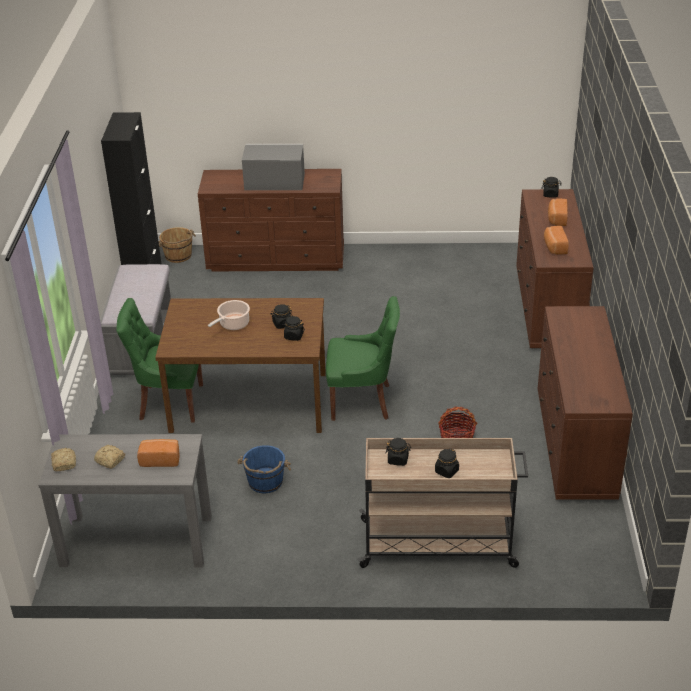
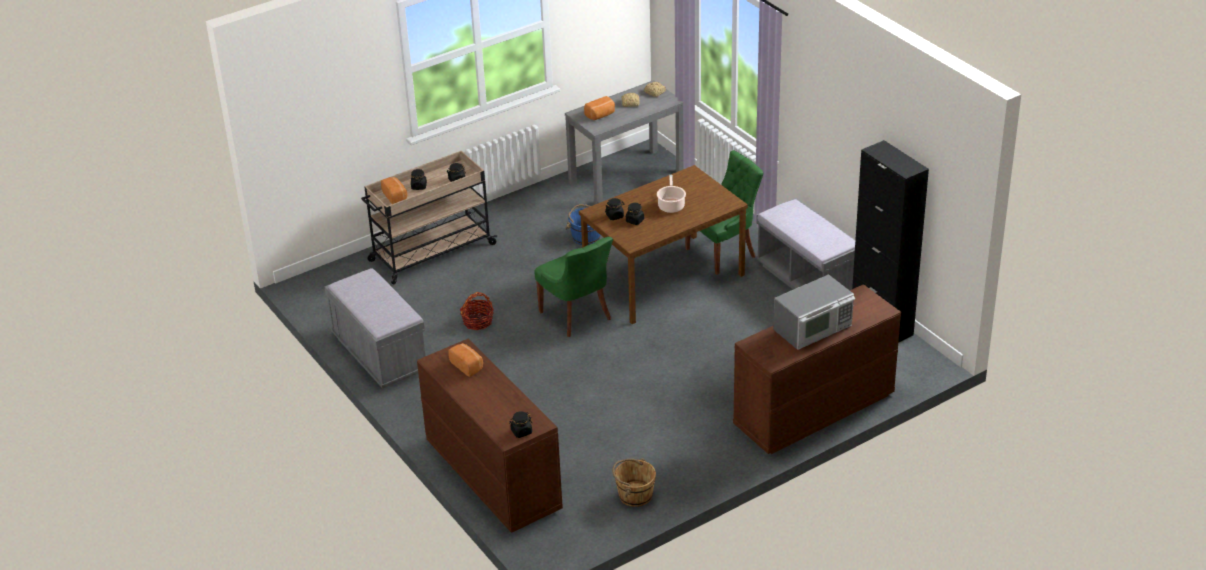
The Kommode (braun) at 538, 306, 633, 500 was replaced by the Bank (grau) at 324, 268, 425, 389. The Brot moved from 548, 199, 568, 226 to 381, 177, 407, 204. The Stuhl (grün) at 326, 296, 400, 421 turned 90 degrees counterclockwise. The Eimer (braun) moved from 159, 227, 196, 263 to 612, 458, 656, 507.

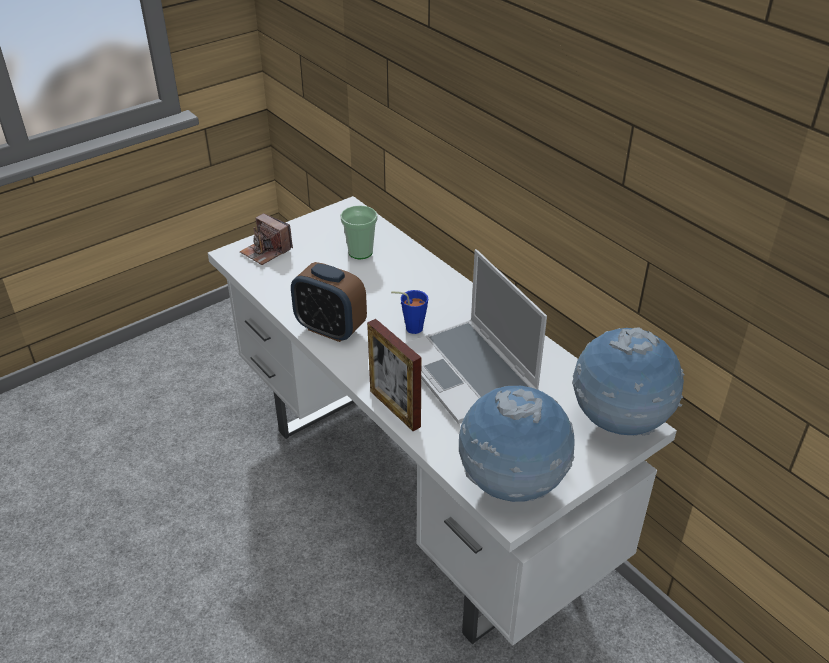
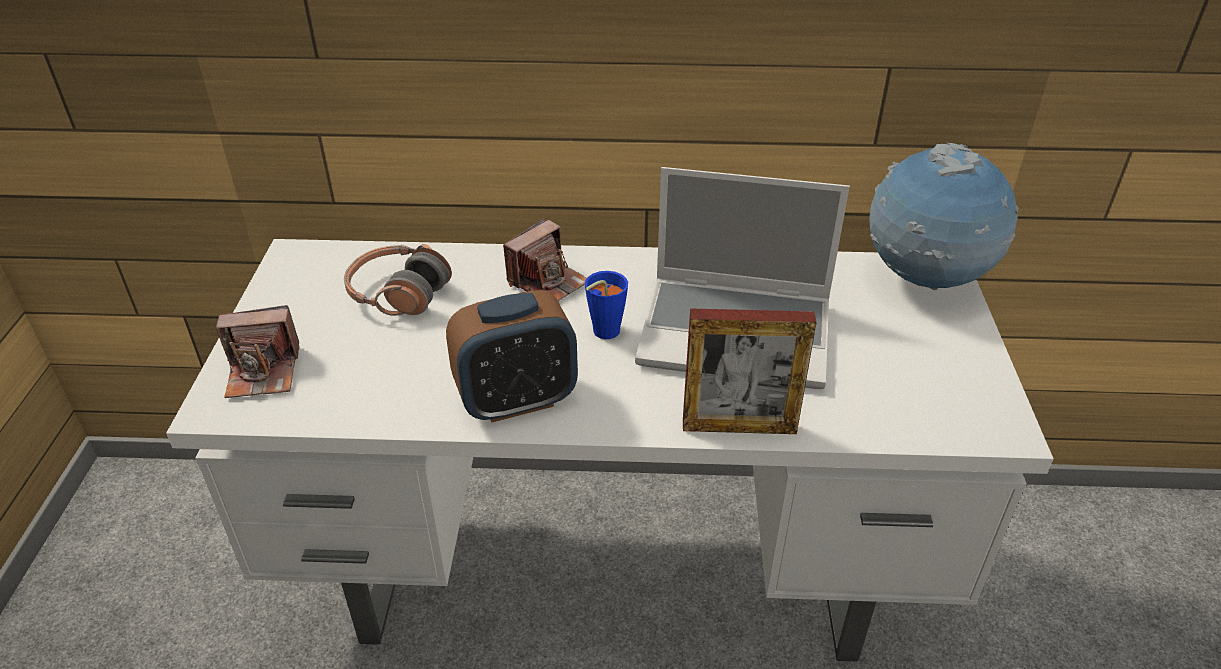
The Tasse at 340, 205, 377, 259 was replaced by the Kopfhörer at 344, 244, 452, 316. The Kamera at 503, 218, 587, 301 appeared. The Globus at 459, 386, 575, 502 disappeared.

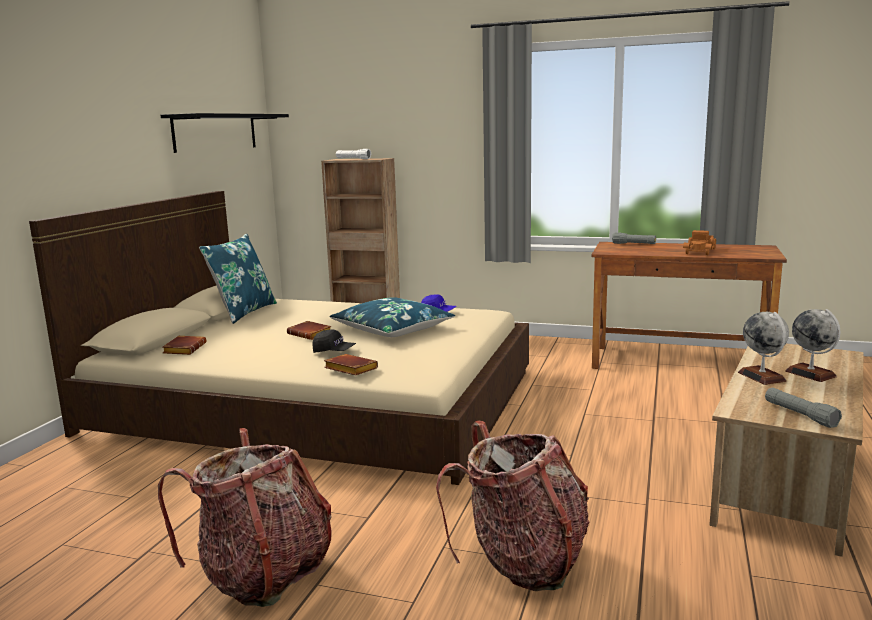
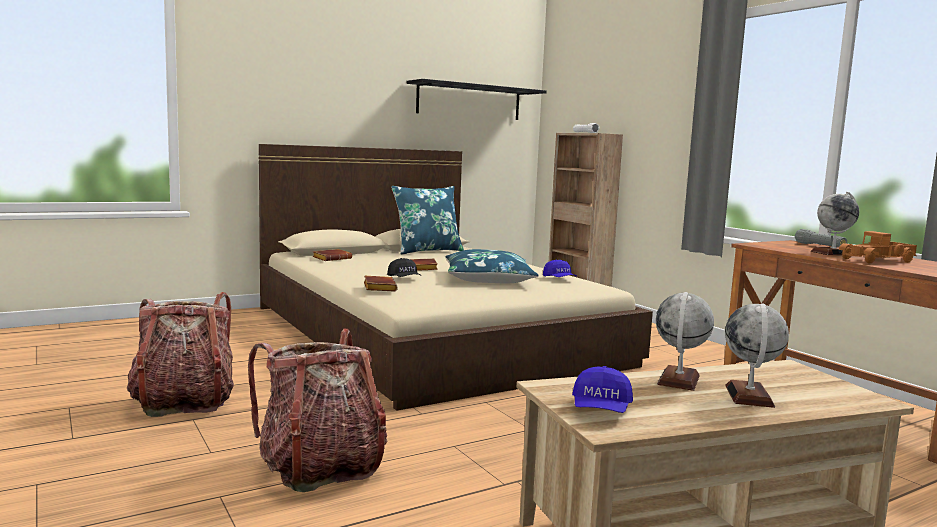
The Taschenlampe (grau) at 765, 388, 842, 428 was replaced by the Kappe (blau) at 572, 366, 633, 413. The Globus at 811, 192, 859, 255 appeared.

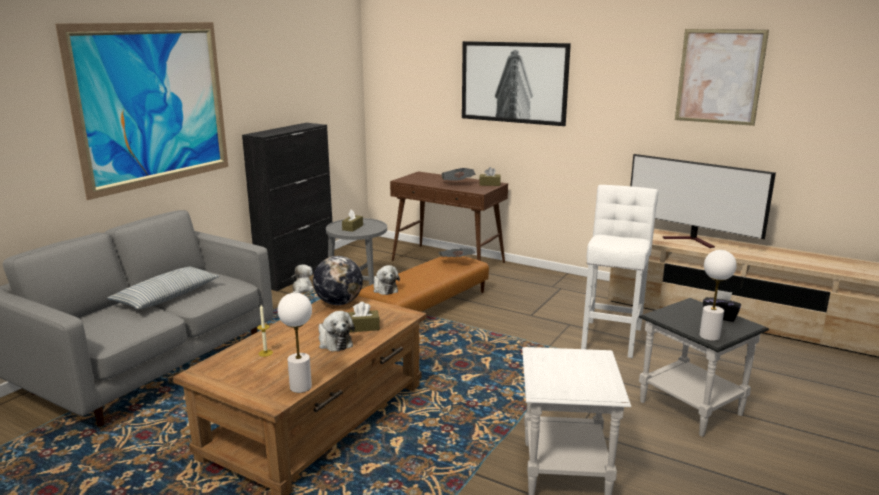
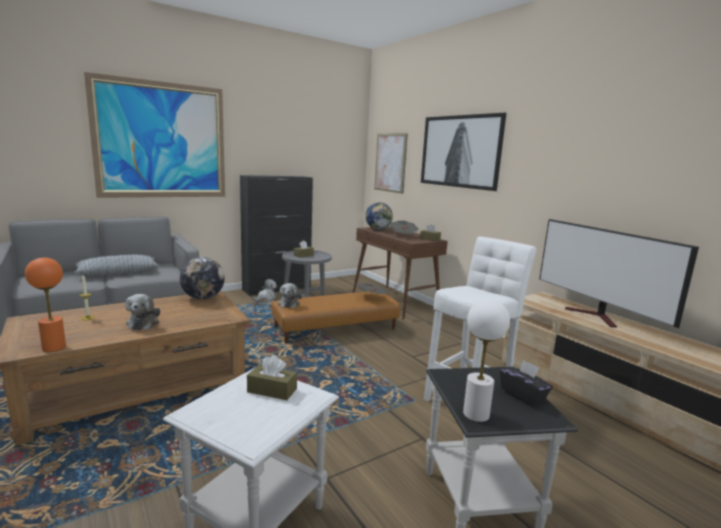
The Tischlampe (weiß) at 278, 293, 312, 393 became the Tischlampe (orange) at 25, 258, 66, 352. The Taschentuchbox (braun) moved from 348, 302, 380, 332 to 247, 356, 297, 400. The Globus at 365, 202, 393, 230 appeared. The Bild moved from 675, 29, 769, 126 to 374, 133, 408, 194.

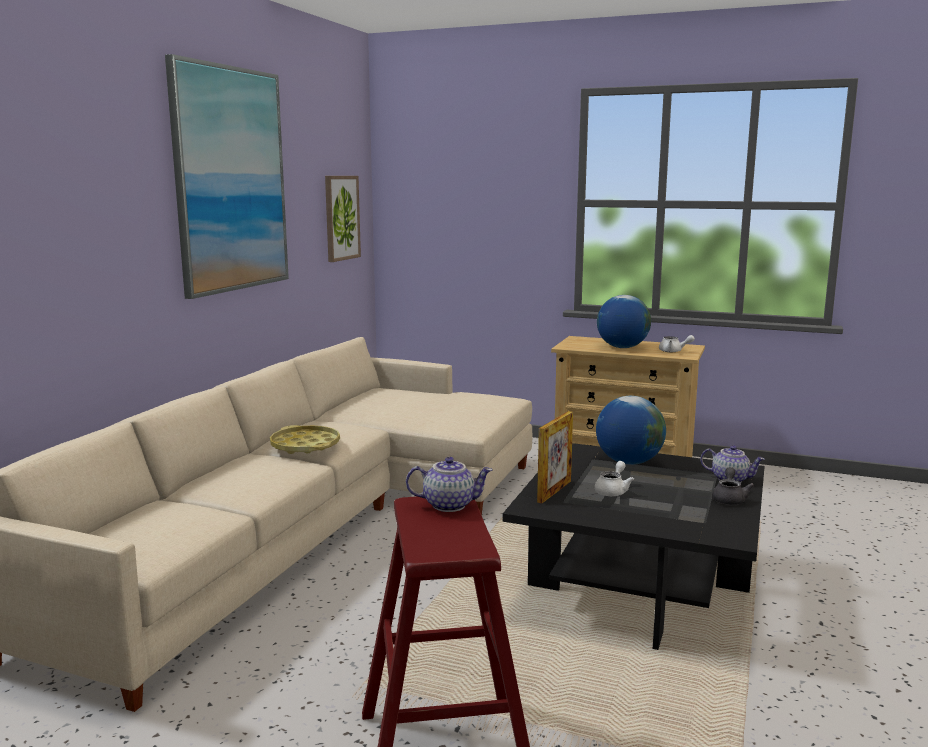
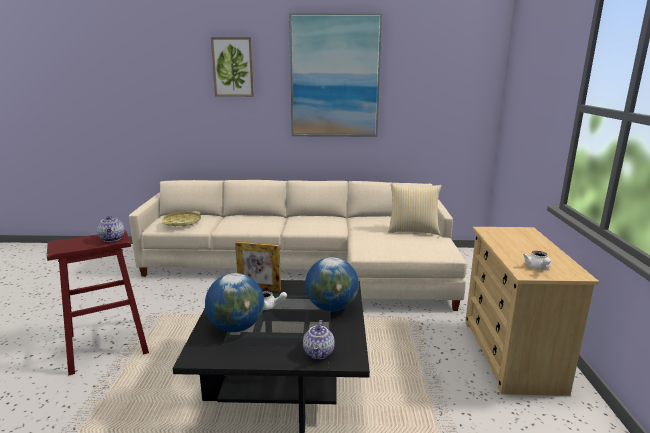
The Tablett (gelb) moved from 270, 425, 340, 454 to 162, 211, 201, 227. The Globus moved from 597, 295, 651, 348 to 205, 273, 264, 332. The Bild moved from 325, 176, 361, 262 to 211, 37, 254, 97. The Kissen at 388, 183, 442, 235 appeared. The Teekanne (grau) at 712, 467, 754, 505 disappeared.

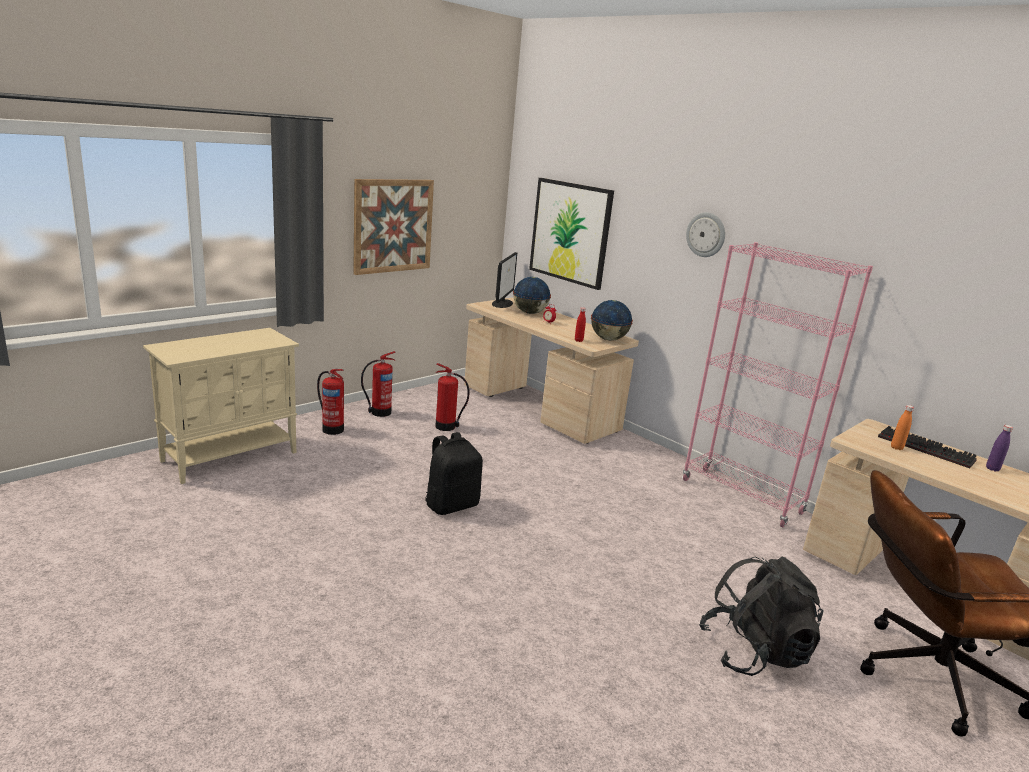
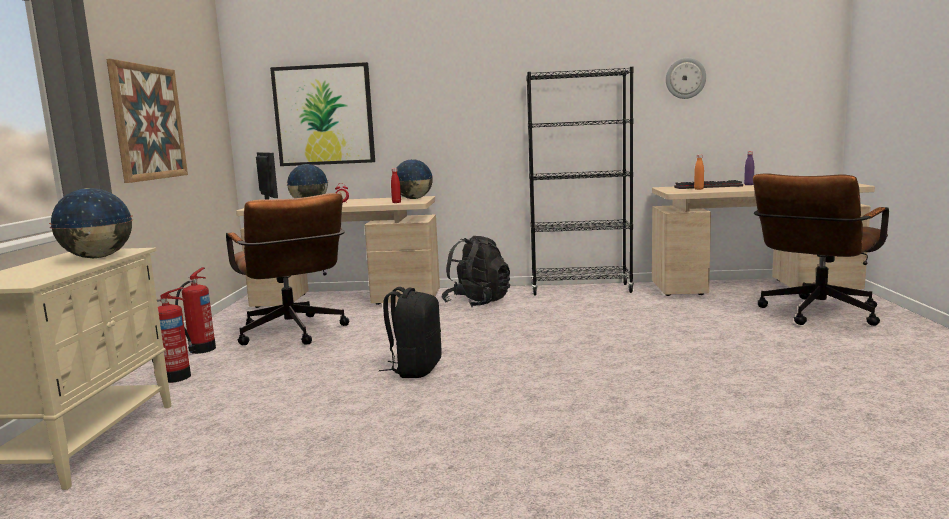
The Globus at 49, 188, 133, 258 appeared. The Feuerlöscher at 436, 363, 470, 431 was replaced by the Bürostuhl (braun) at 226, 193, 349, 345. The Rucksack (schwarz) moved from 699, 556, 824, 676 to 441, 236, 510, 307. The Bücherregal (rosa) at 682, 242, 873, 527 became the Bücherregal (schwarz) at 526, 67, 634, 296. The Wanduhr moved from 686, 212, 725, 257 to 666, 58, 706, 99.

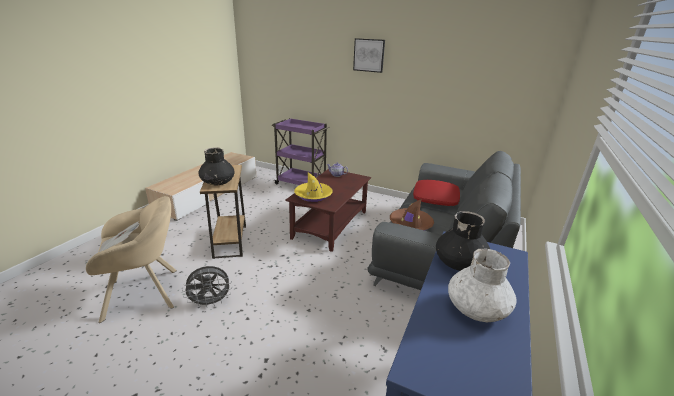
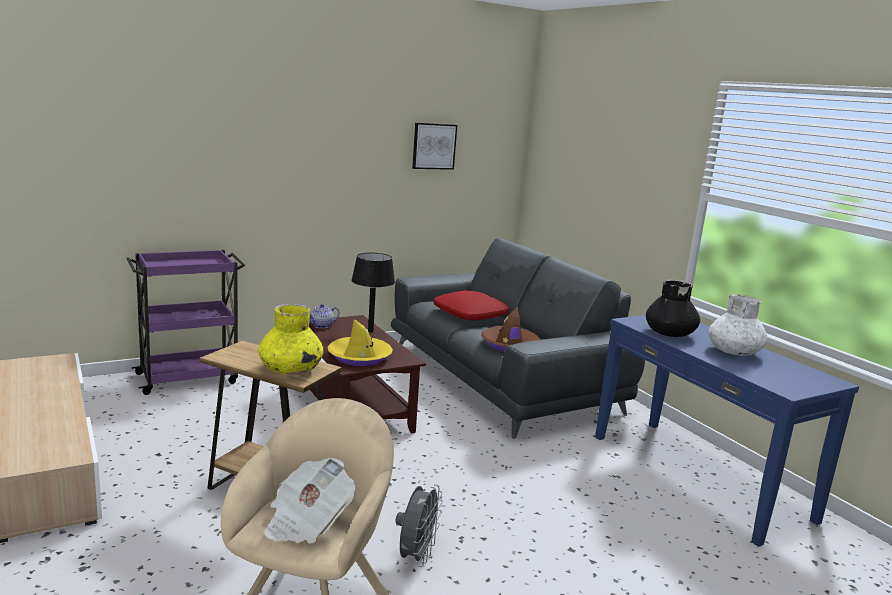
The Vase (schwarz) at 198, 147, 234, 186 became the Vase (gelb) at 258, 304, 323, 375. The Tischlampe (schwarz) at 352, 253, 395, 333 appeared. The Bild moved from 353, 38, 385, 73 to 412, 123, 457, 170.

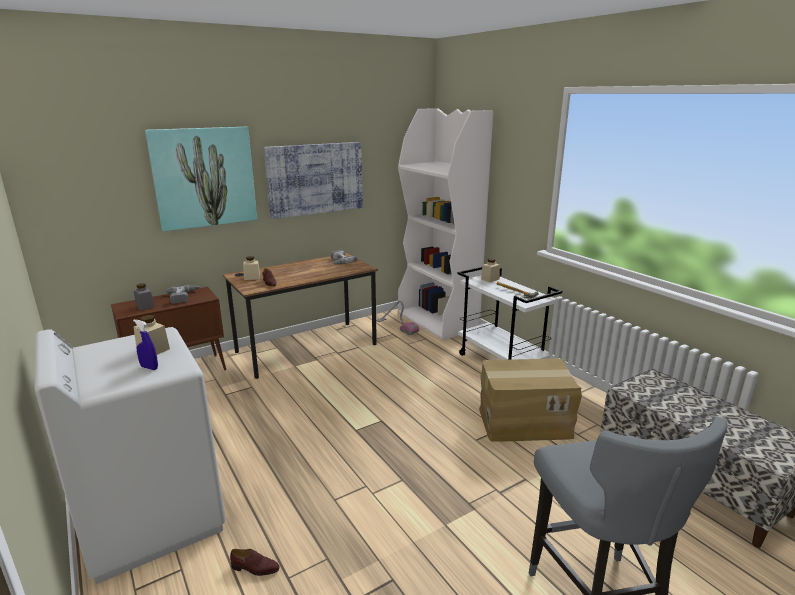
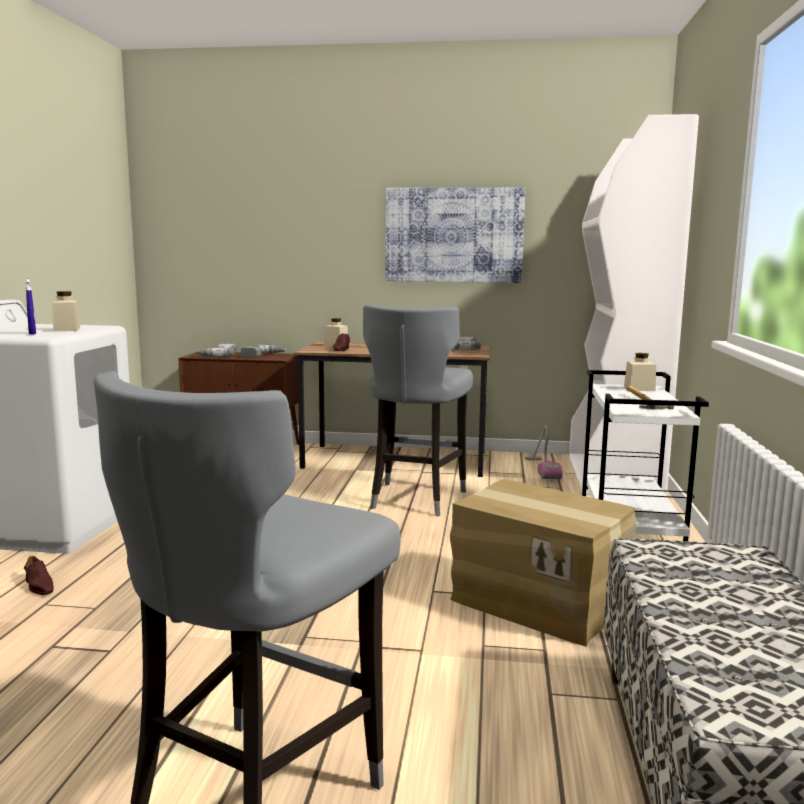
The Vorratsglas (grau) at 134, 283, 155, 311 was replaced by the Bohrmaschine at 196, 343, 237, 357. The Hocker (grau) at 363, 304, 473, 516 appeared. The Bild at 145, 127, 257, 231 disappeared.

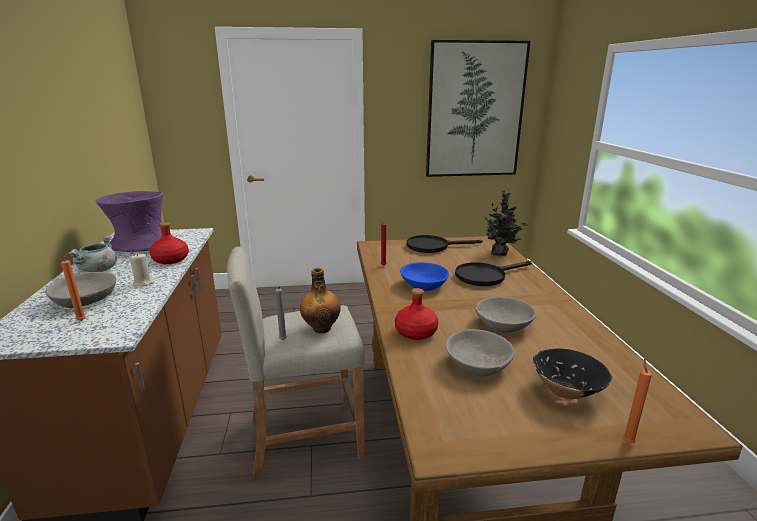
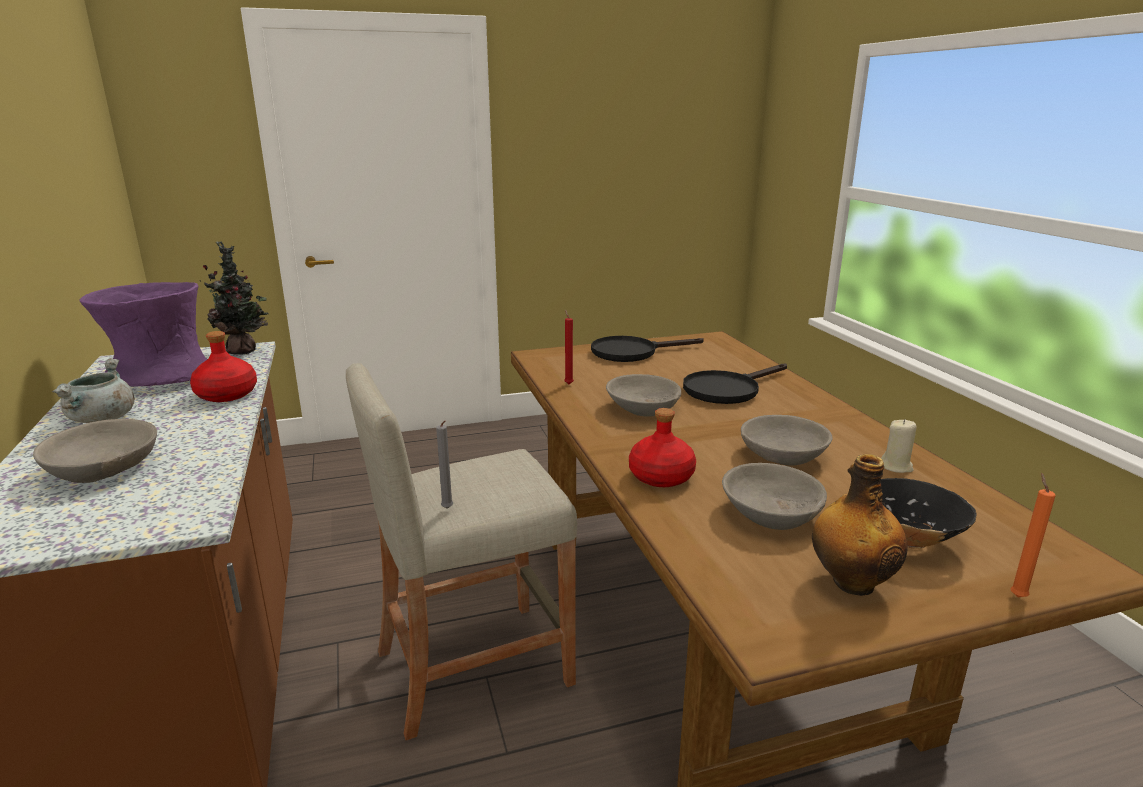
The Topfpflanze moved from 481, 190, 529, 256 to 200, 241, 269, 355. The Schüssel (blau) at 400, 262, 449, 291 became the Schüssel (grau) at 606, 374, 681, 416. The Flasche moved from 300, 268, 341, 333 to 812, 454, 908, 596. The Kerze (beige) moved from 130, 253, 154, 286 to 881, 419, 917, 473. The Kerze (orange) at 61, 252, 86, 321 disappeared. The Bild at 426, 40, 531, 177 disappeared.

